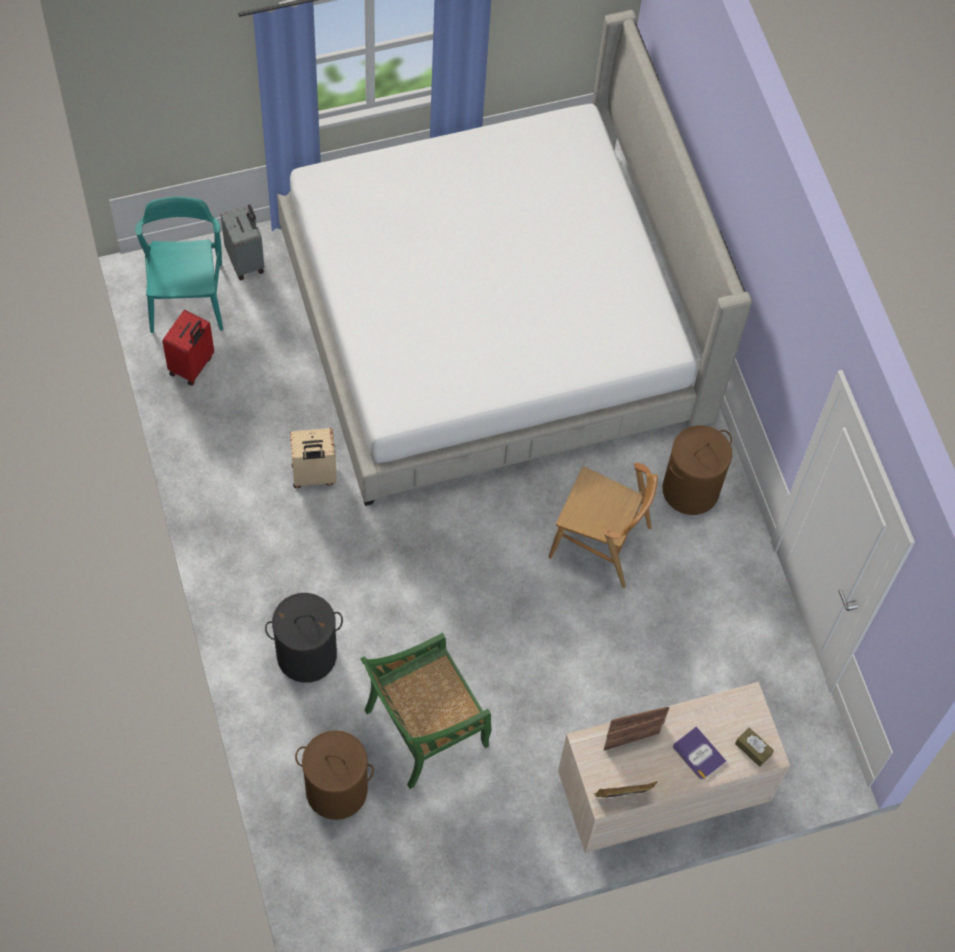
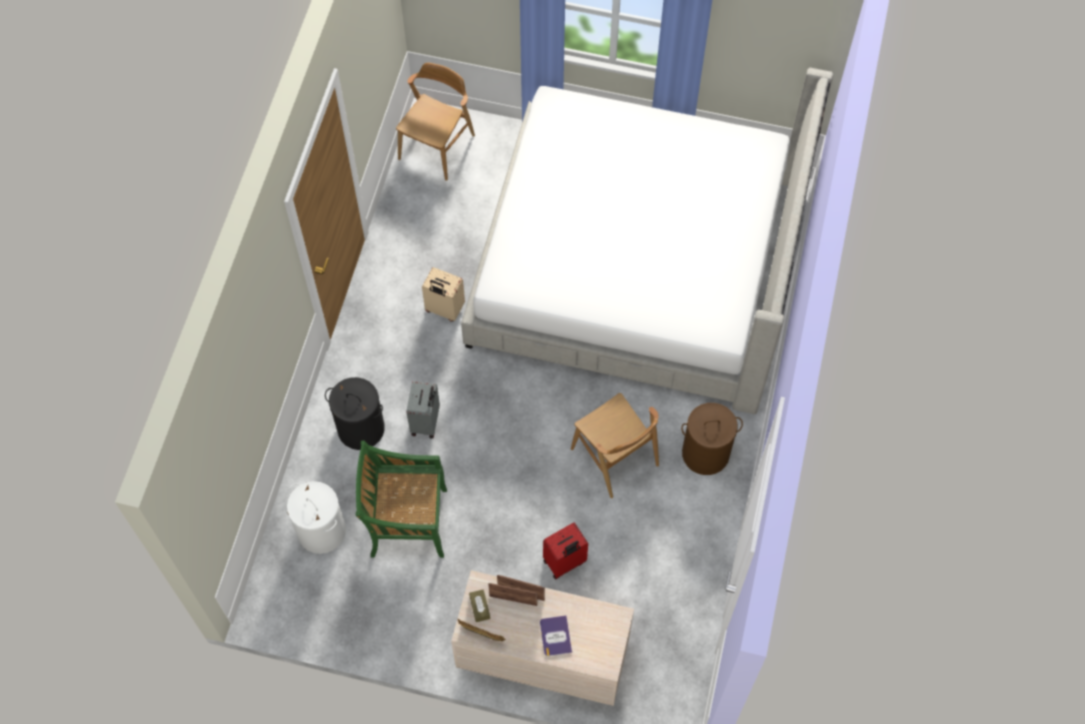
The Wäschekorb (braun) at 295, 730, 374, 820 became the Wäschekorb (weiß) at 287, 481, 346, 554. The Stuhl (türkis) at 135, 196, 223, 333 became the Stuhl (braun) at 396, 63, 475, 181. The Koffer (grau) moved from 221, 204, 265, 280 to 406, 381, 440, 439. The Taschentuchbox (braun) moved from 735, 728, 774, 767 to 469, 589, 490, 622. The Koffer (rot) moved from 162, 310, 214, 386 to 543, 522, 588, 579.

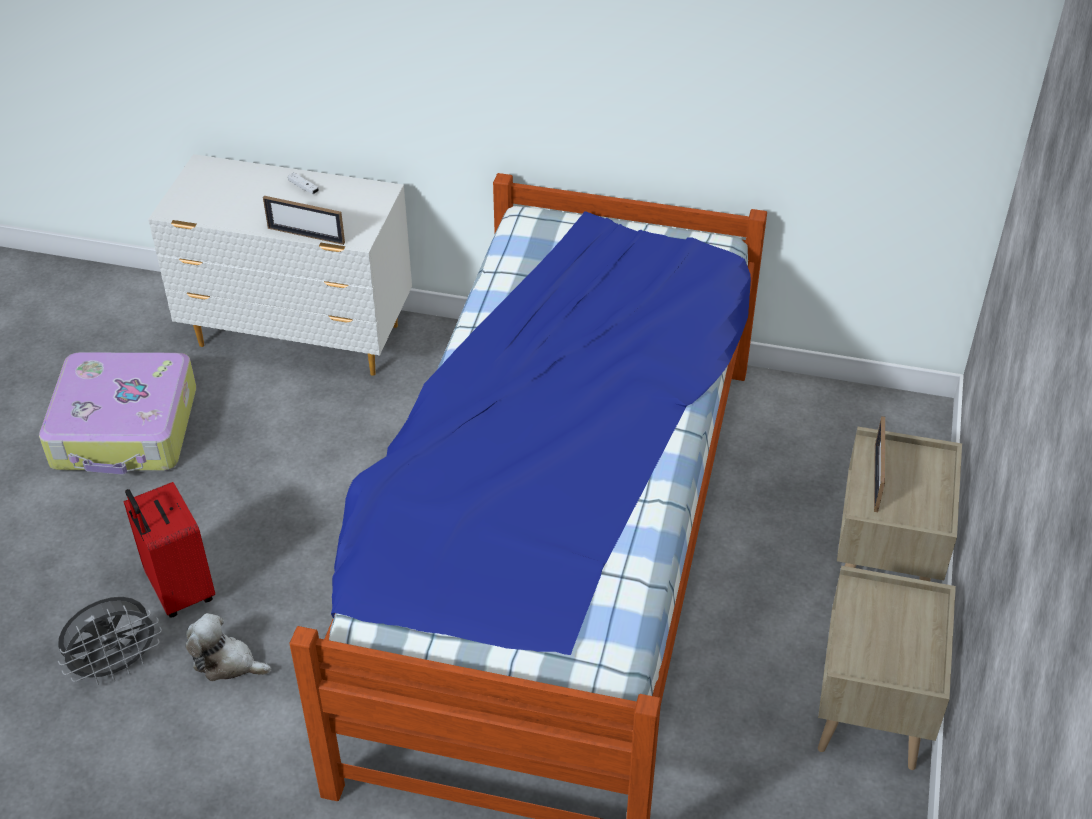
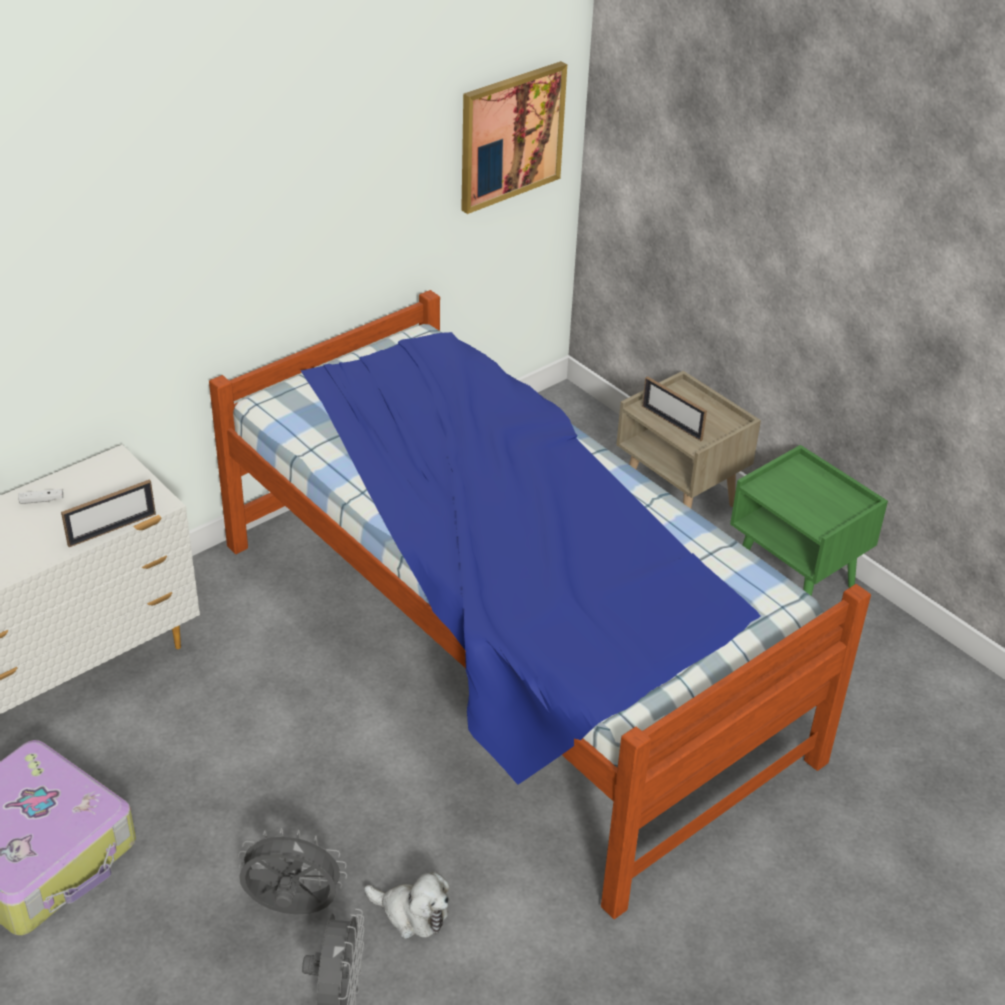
The Koffer (rot) at 123, 482, 215, 618 was replaced by the Ventilator (grau) at 237, 828, 347, 915. The Plüschtier at 186, 613, 271, 681 turned 120 degrees counterclockwise. The Bild at 461, 61, 567, 214 appeared. The Nachttisch (beige) at 818, 566, 956, 770 became the Nachttisch (grün) at 730, 445, 888, 596.

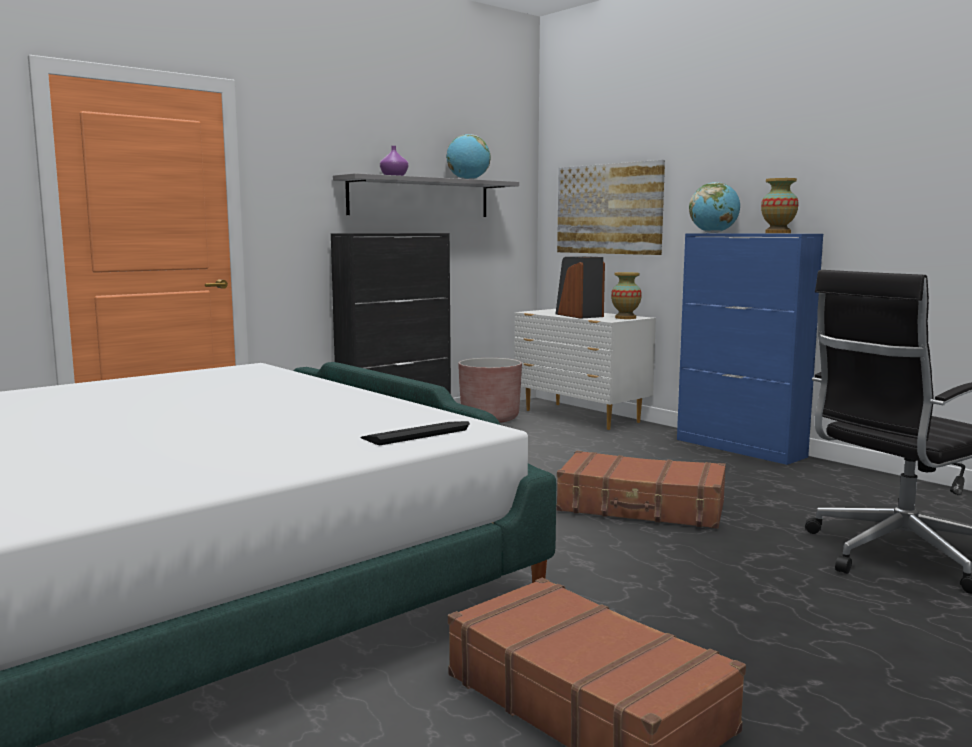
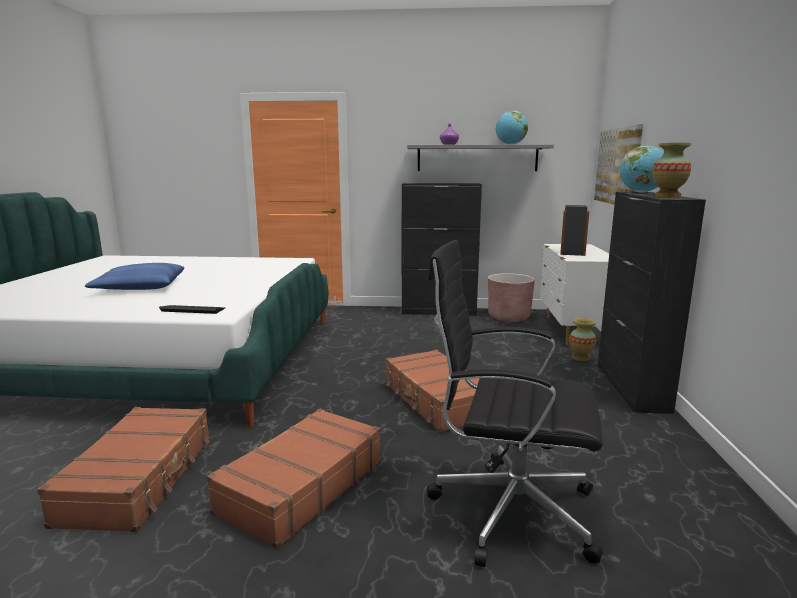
The Kissen (blau) at 85, 263, 184, 290 appeared. The Koffer (braun) at 207, 409, 381, 549 appeared. The Vase moved from 611, 272, 642, 319 to 569, 318, 596, 361. The Schrank (blau) at 677, 233, 823, 465 became the Schrank (schwarz) at 598, 192, 706, 414.

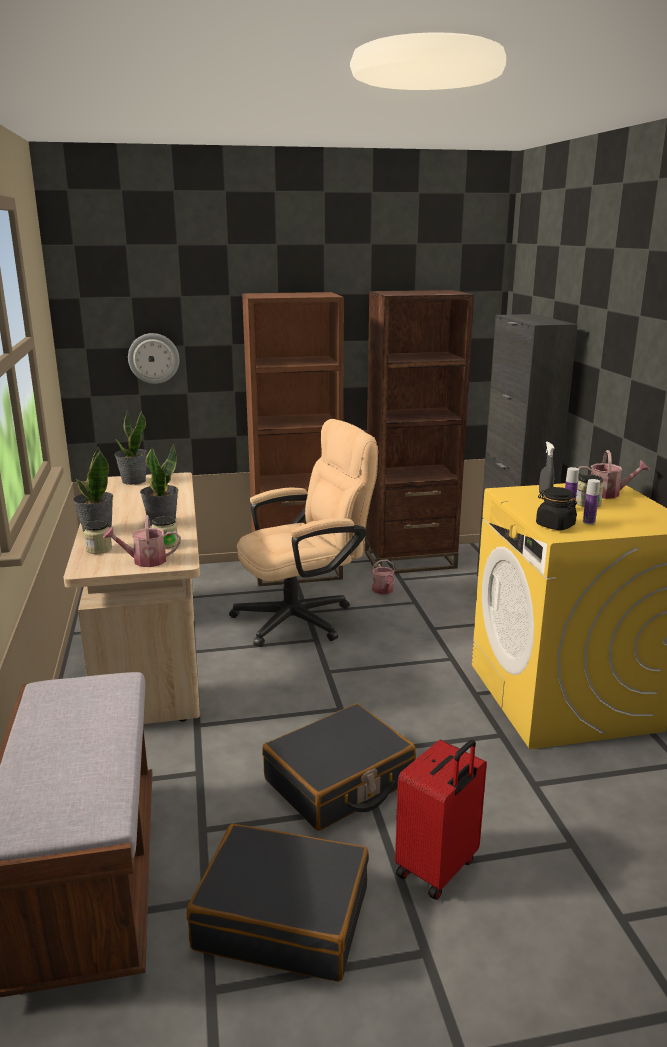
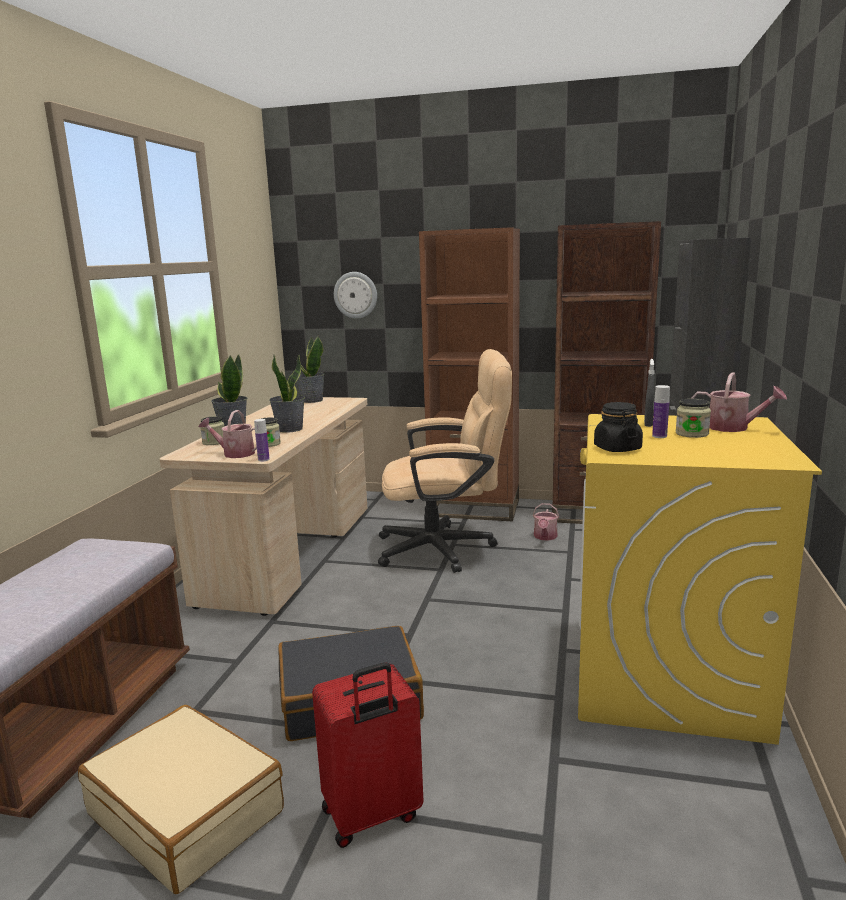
The Koffer (schwarz) at 187, 824, 369, 982 became the Koffer (beige) at 78, 705, 284, 894. The Flasche moved from 583, 479, 600, 525 to 254, 419, 270, 461.

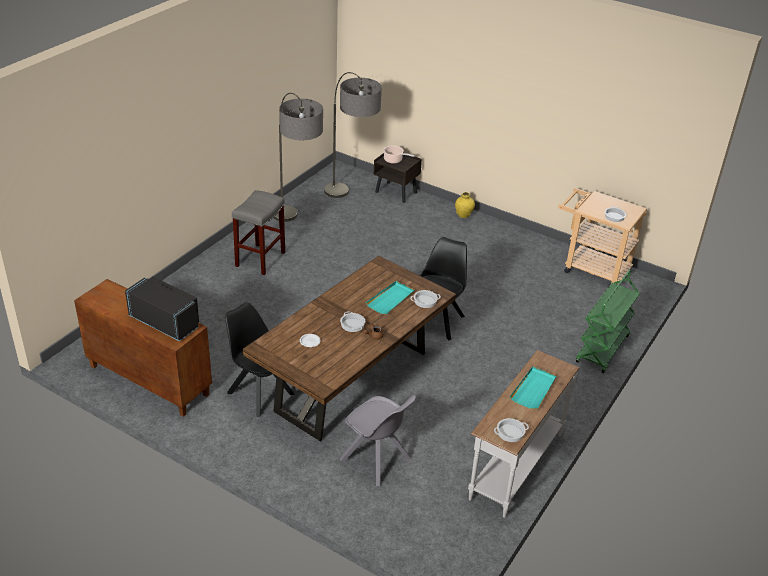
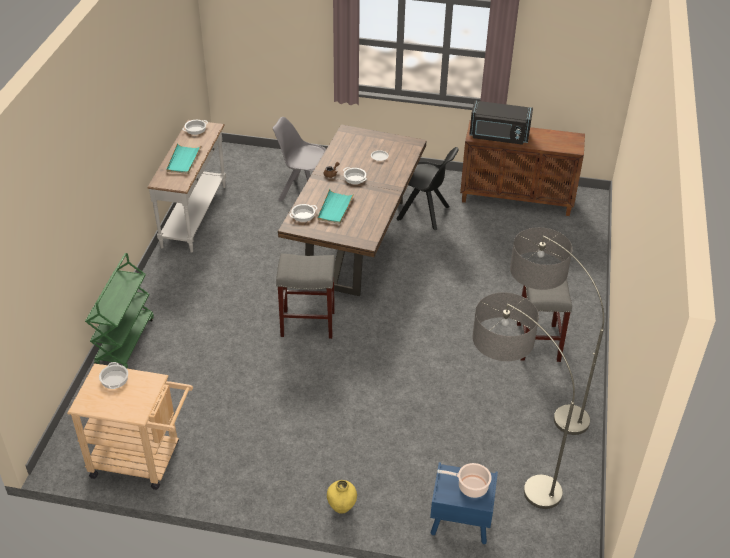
The Stuhl (schwarz) at 420, 237, 467, 341 was replaced by the Hocker (grau) at 276, 253, 335, 339. The Nachttisch (braun) at 374, 153, 422, 203 became the Nachttisch (blau) at 430, 462, 498, 544.

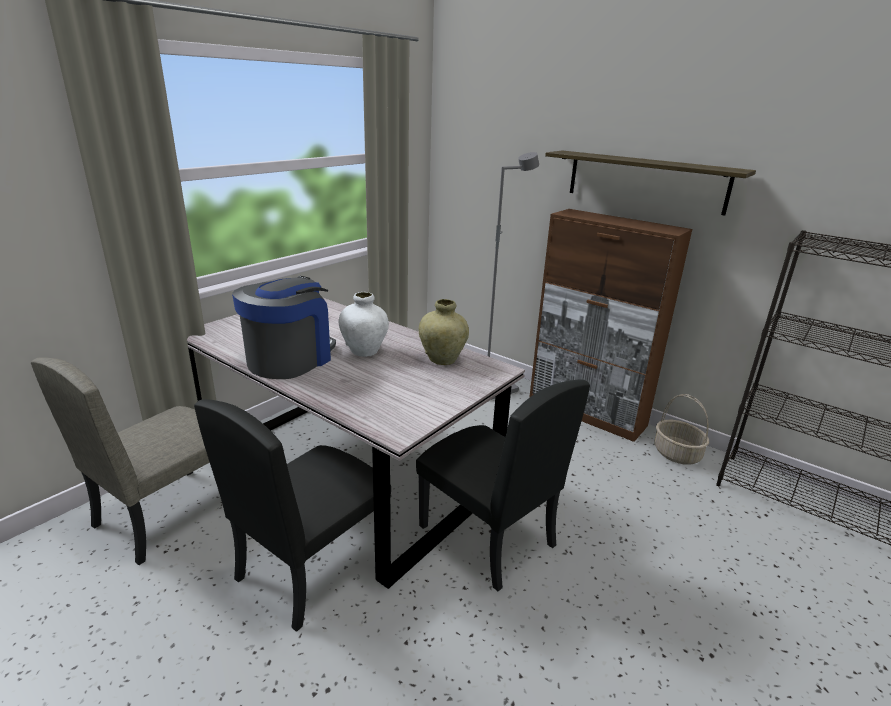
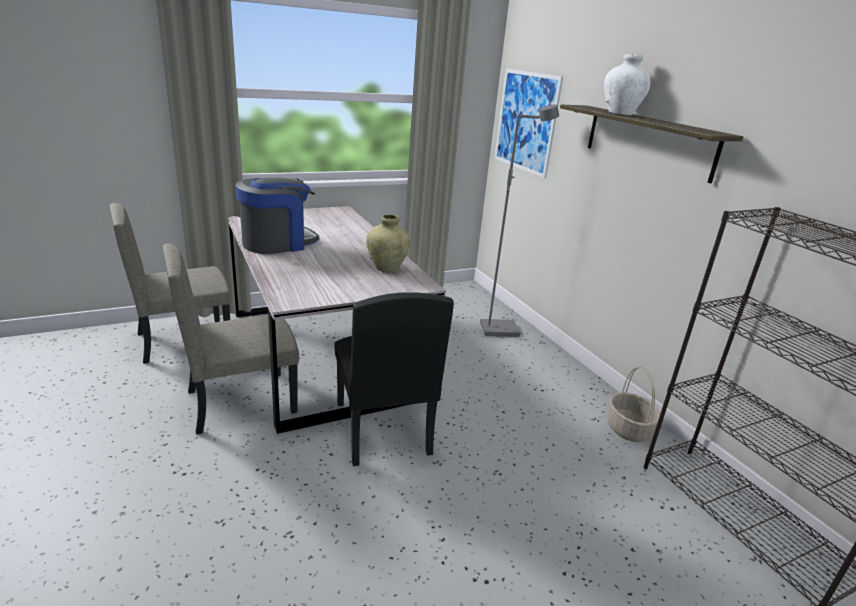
The Stuhl (schwarz) at 194, 399, 391, 632 became the Stuhl (beige) at 162, 243, 299, 435. The Bild at 494, 69, 563, 178 appeared. The Vase (weiß) moved from 339, 292, 389, 357 to 604, 54, 650, 115. The Schrank (braun) at 529, 209, 692, 442 disappeared.

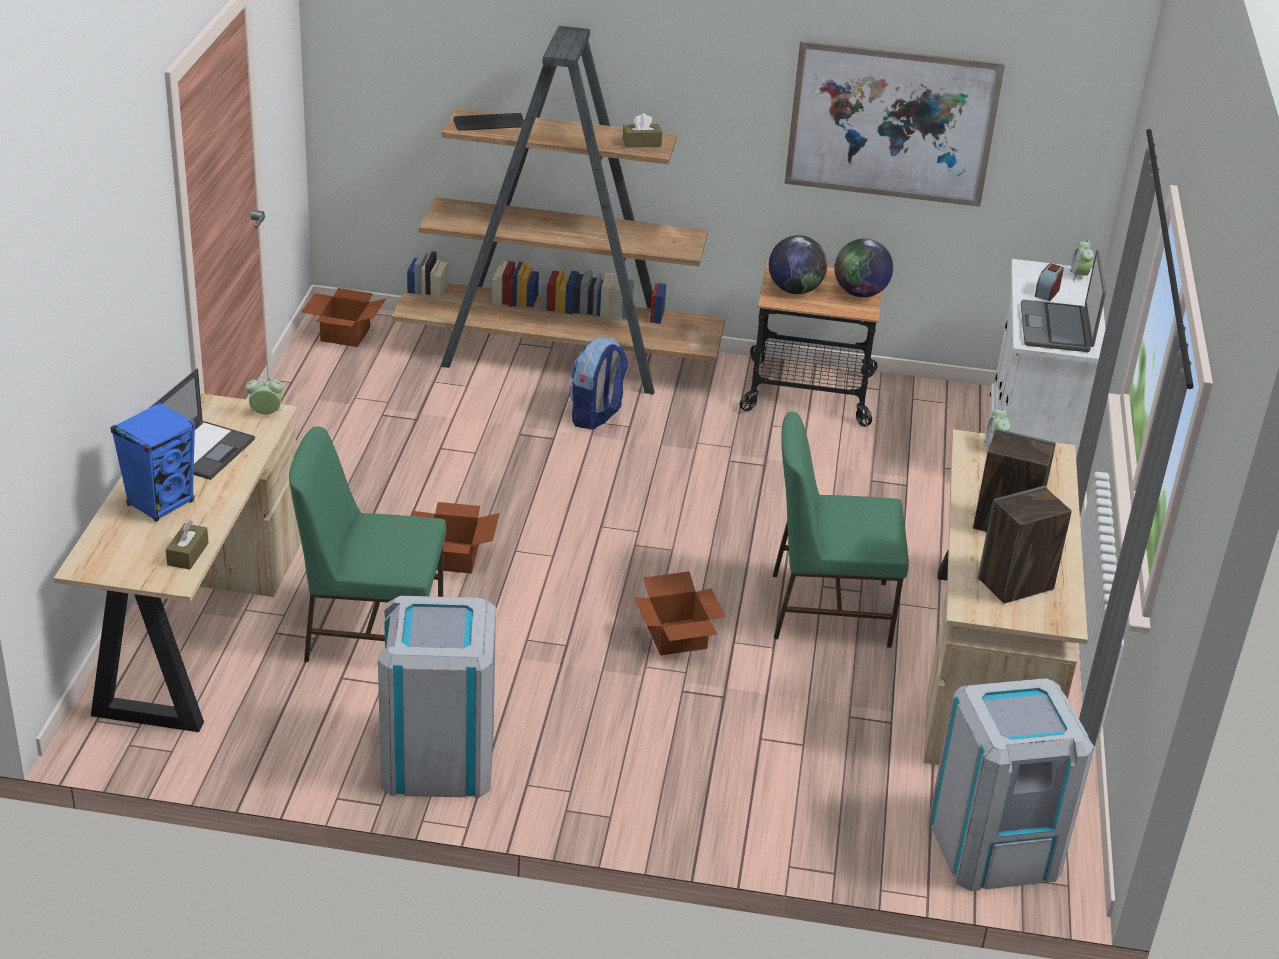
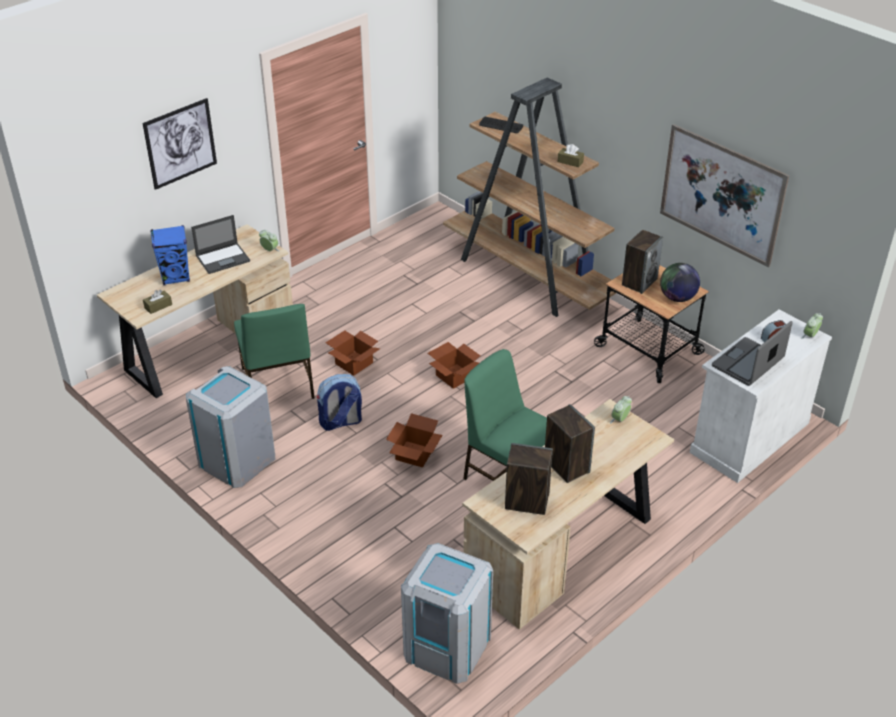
The Bild at 142, 98, 217, 190 appeared. The Stuhl (grün) at 289, 426, 446, 662 turned 150 degrees counterclockwise. The Rucksack moved from 570, 337, 628, 429 to 317, 374, 362, 431. The Karton moved from 301, 288, 386, 347 to 428, 342, 480, 389. The Globus at 769, 235, 827, 294 was replaced by the Lautsprecher at 622, 230, 663, 294.

